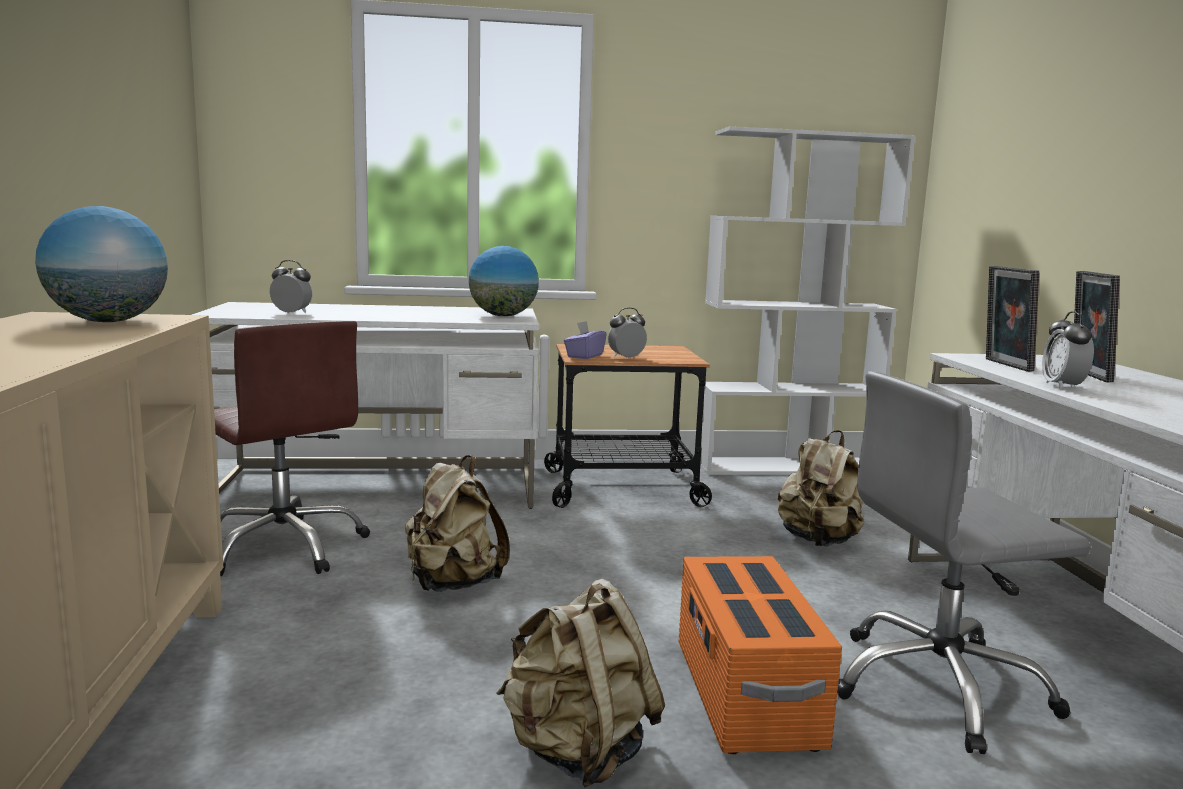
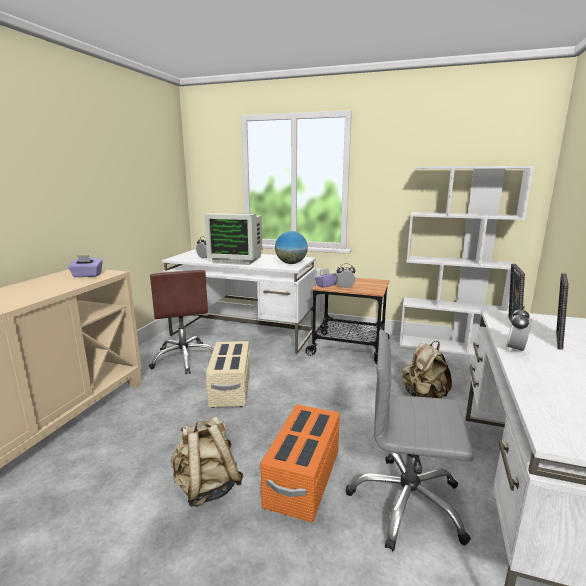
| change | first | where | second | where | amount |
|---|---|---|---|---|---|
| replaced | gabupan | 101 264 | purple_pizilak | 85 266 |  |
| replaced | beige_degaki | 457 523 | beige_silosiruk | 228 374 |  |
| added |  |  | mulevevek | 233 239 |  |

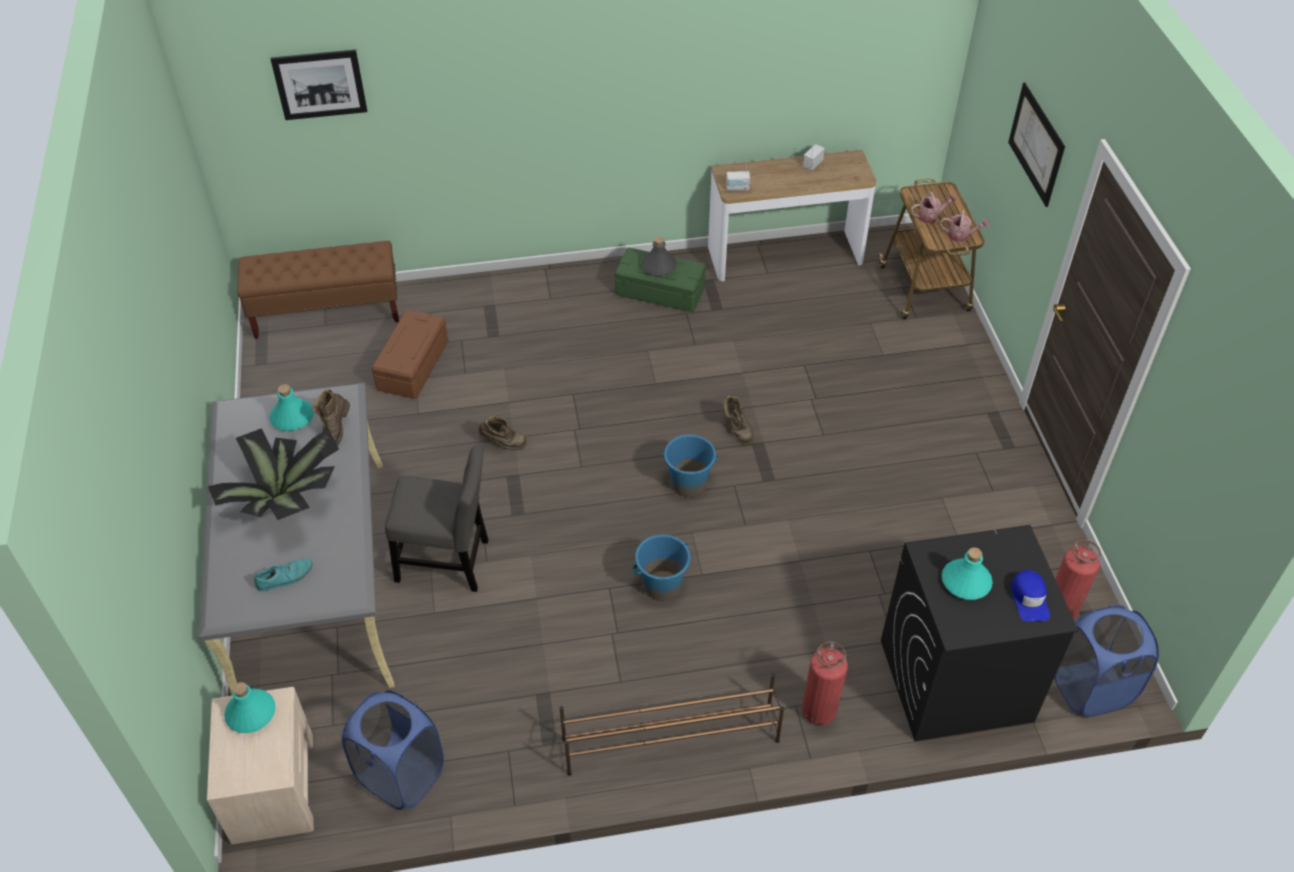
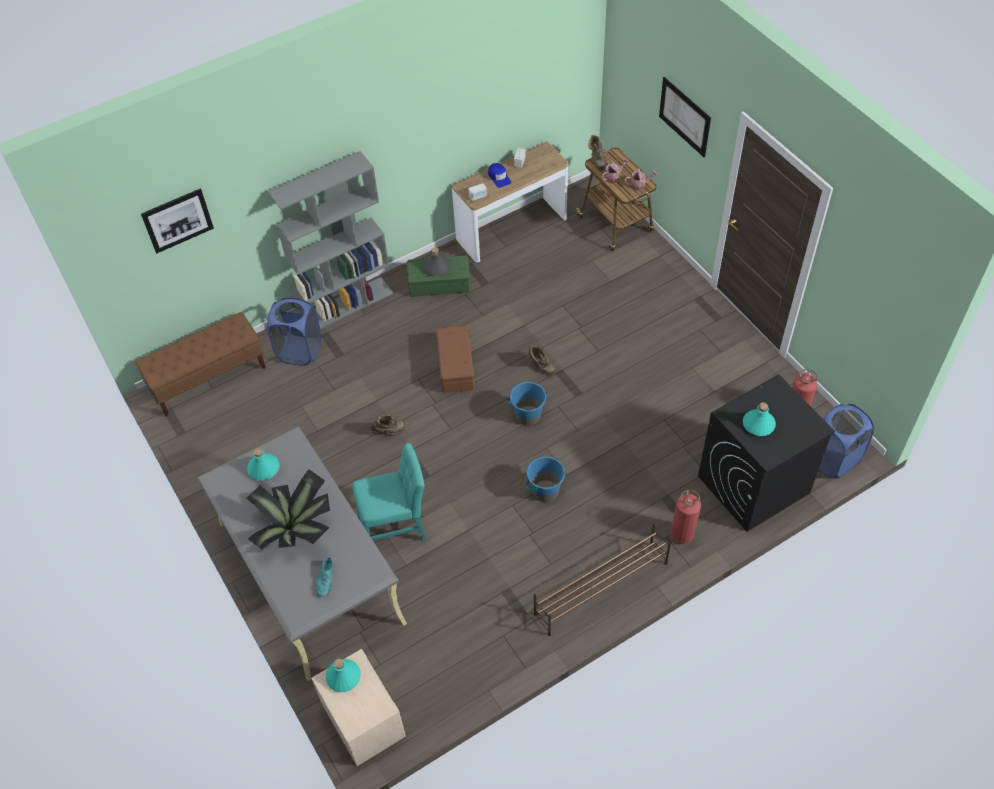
| change | first | where | second | where | amount |
|---|---|---|---|---|---|
| moved | brown_silosiruk | 410 354 |  | 455 359 |  |
| moved | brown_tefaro | 330 417 |  | 597 153 |  |
| recoloured | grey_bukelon | 436 518 | turquoise_bukelon | 389 492 |  |
| turned | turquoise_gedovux | 283 574 |  | 325 577 | 150 degrees clockwise |
| moved | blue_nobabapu | 1030 596 |  | 499 175 |  |
| moved | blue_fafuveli | 393 750 |  | 294 331 |  |
| added |  |  | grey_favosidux | 331 240 |  |

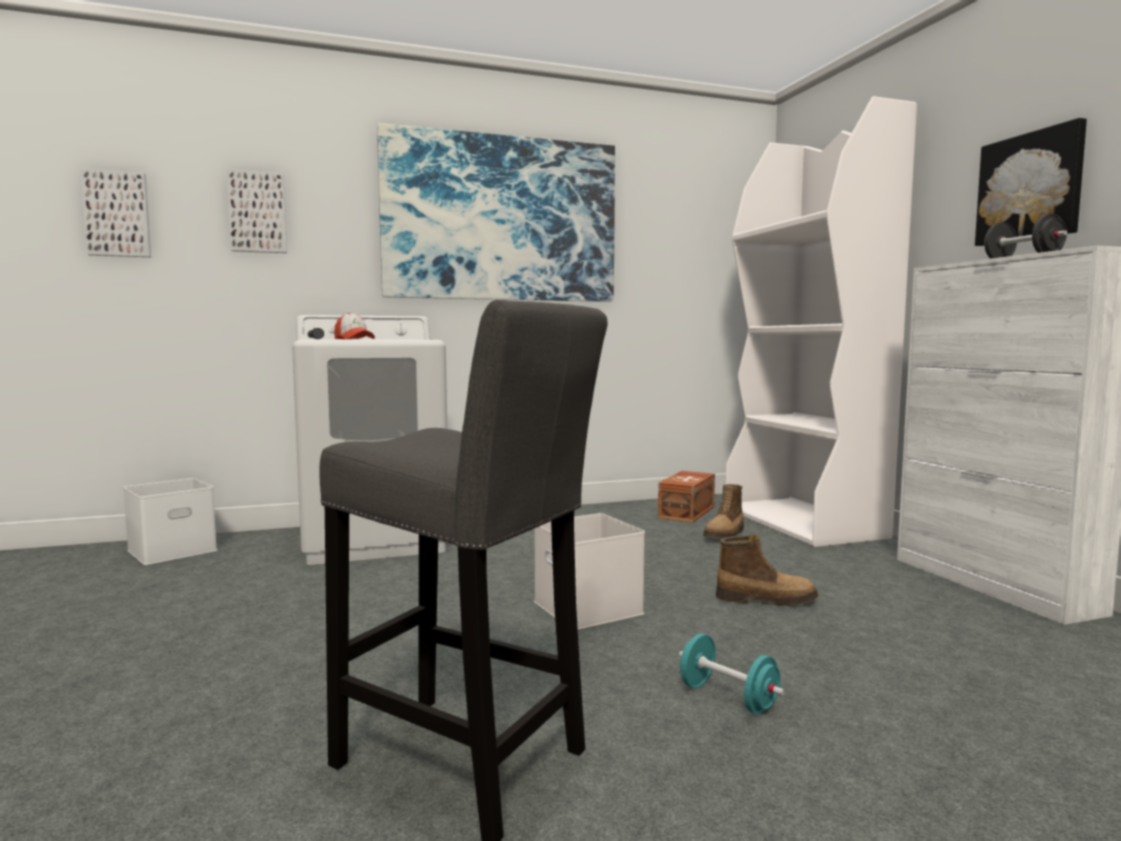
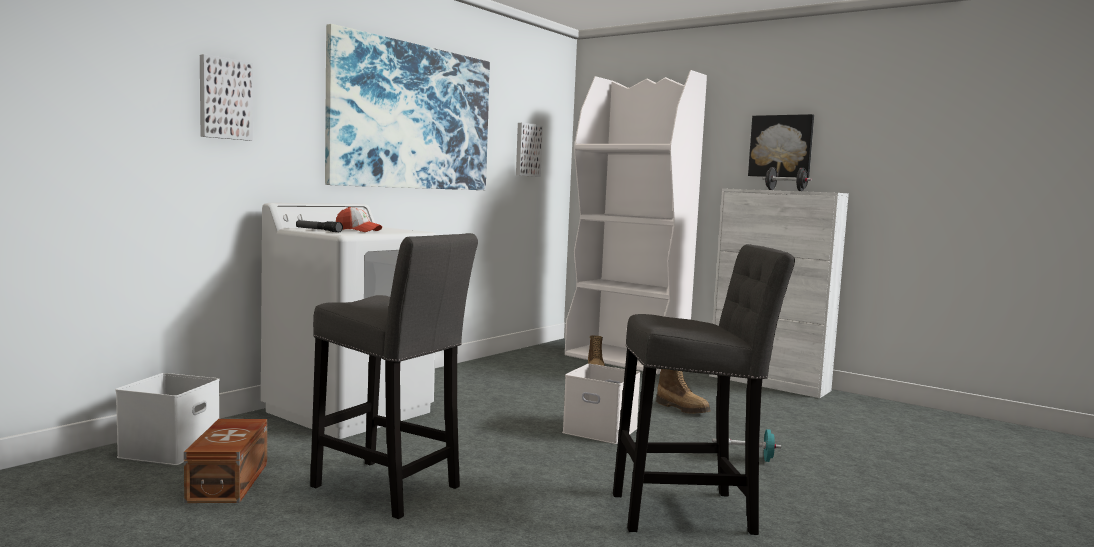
| change | first | where | second | where | amount |
|---|---|---|---|---|---|
| moved | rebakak | 116 213 |  | 529 150 |  |
| moved | brown_silosiruk | 686 497 |  | 225 461 |  |
| turned | tefaro | 767 570 |  | 683 391 | 75 degrees clockwise |
| added |  |  | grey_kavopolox | 394 376 |  |

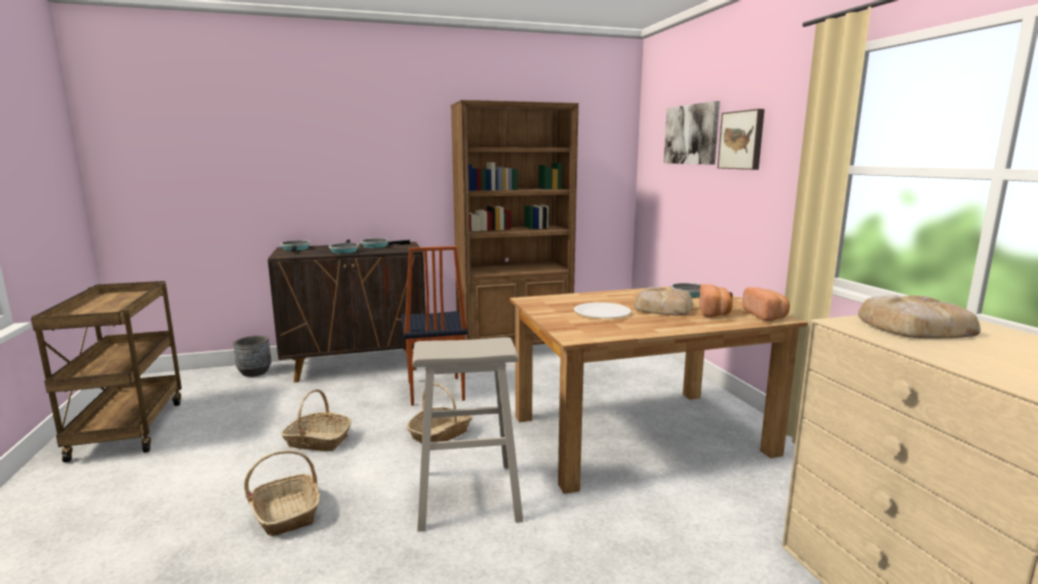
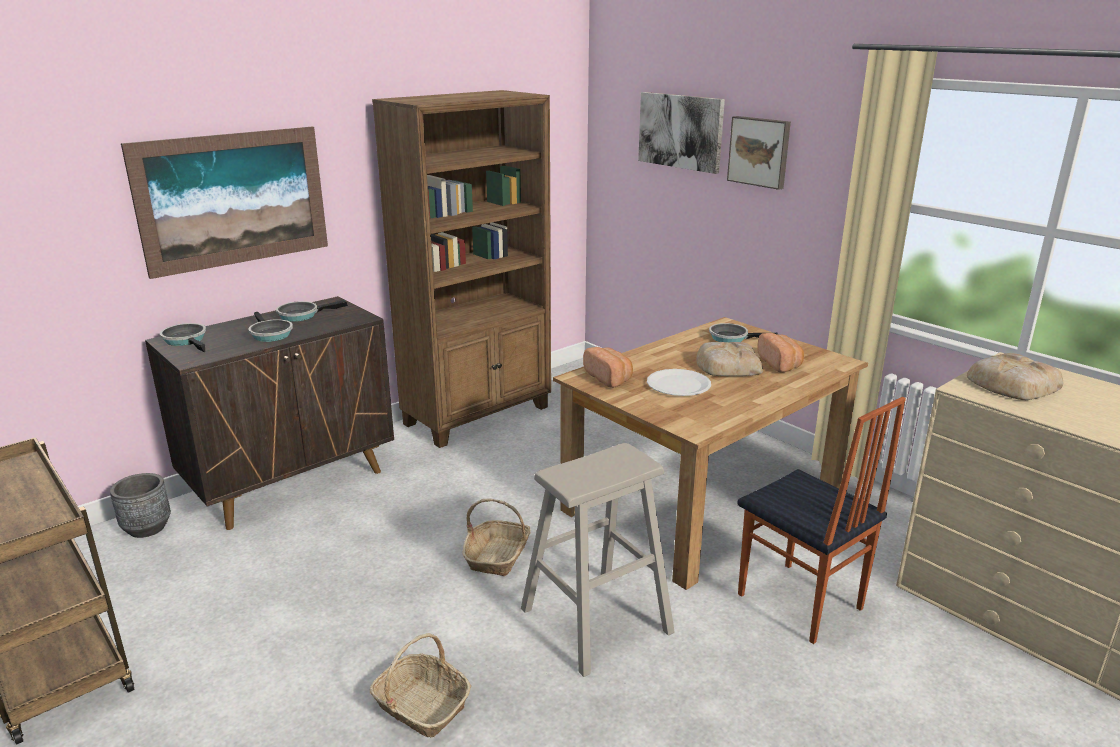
| change | first | where | second | where | amount |
|---|---|---|---|---|---|
| moved | bukelon | 434 326 |  | 821 520 |  |
| moved | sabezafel | 766 304 |  | 608 367 |  |
| removed | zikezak | 316 420 |  |  |  |
| added |  |  | rebakak | 224 203 |  |

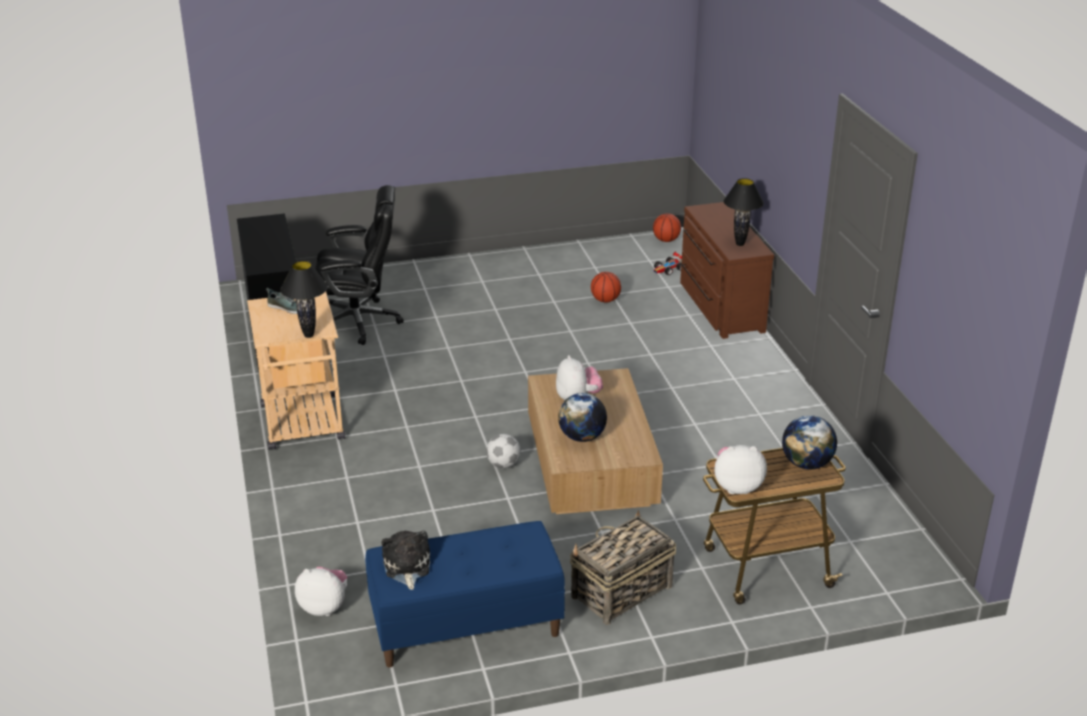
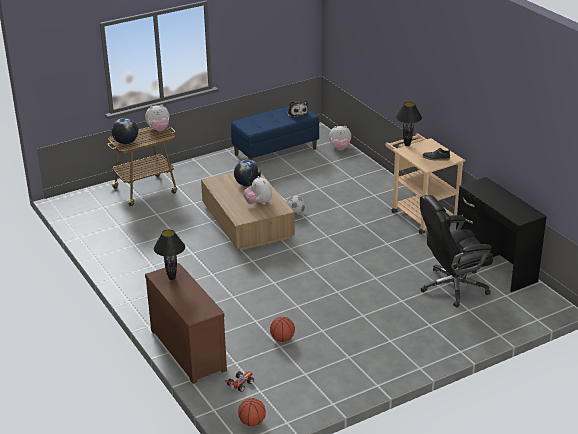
| change | first | where | second | where | amount |
|---|---|---|---|---|---|
| removed | zikezak | 623 567 |  |  |  |

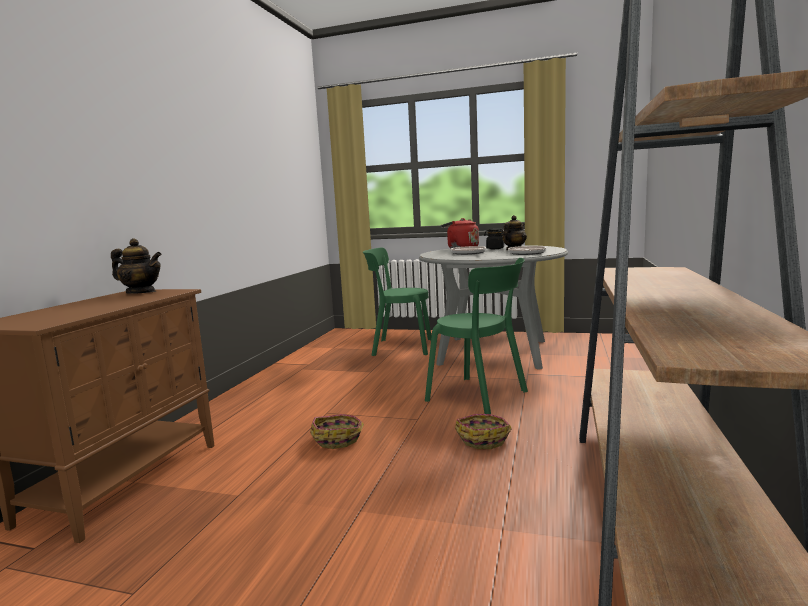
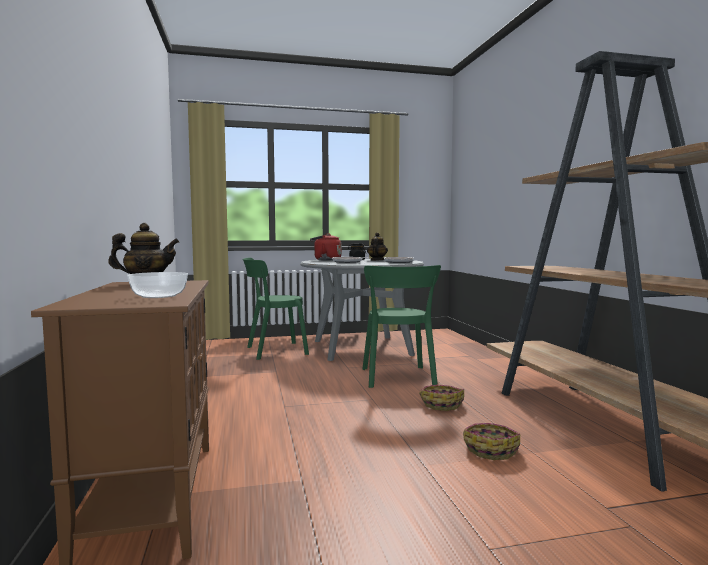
| change | first | where | second | where | amount |
|---|---|---|---|---|---|
| turned | green_bukelon | 476 336 |  | 401 326 | 75 degrees clockwise |
| moved | zikezak | 337 431 |  | 491 441 |  |
| added |  |  | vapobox | 157 285 |  |

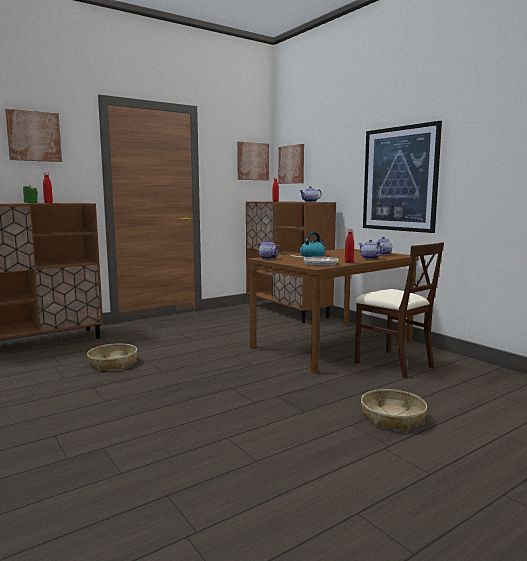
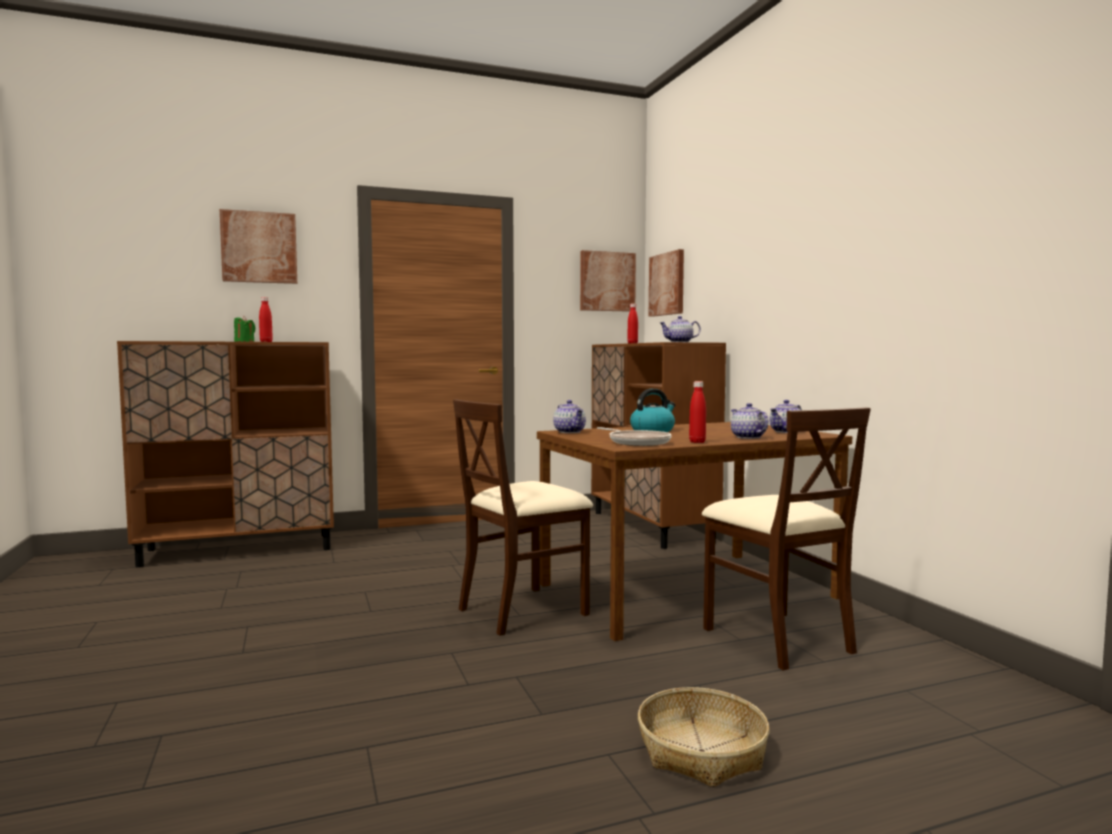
| change | first | where | second | where | amount |
|---|---|---|---|---|---|
| removed | rebakak | 402 177 |  |  |  |
| removed | zikezak | 112 357 |  |  |  |
| added |  |  | beige_bukelon | 523 517 |  |

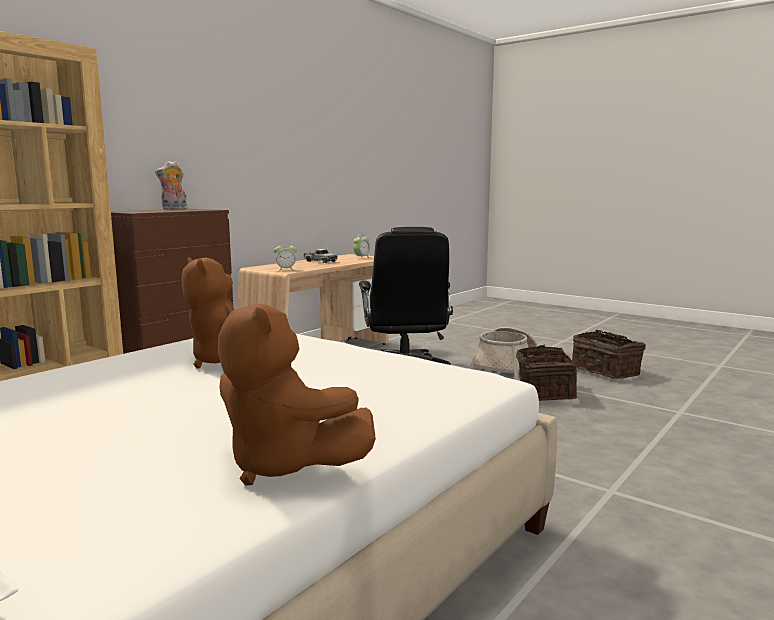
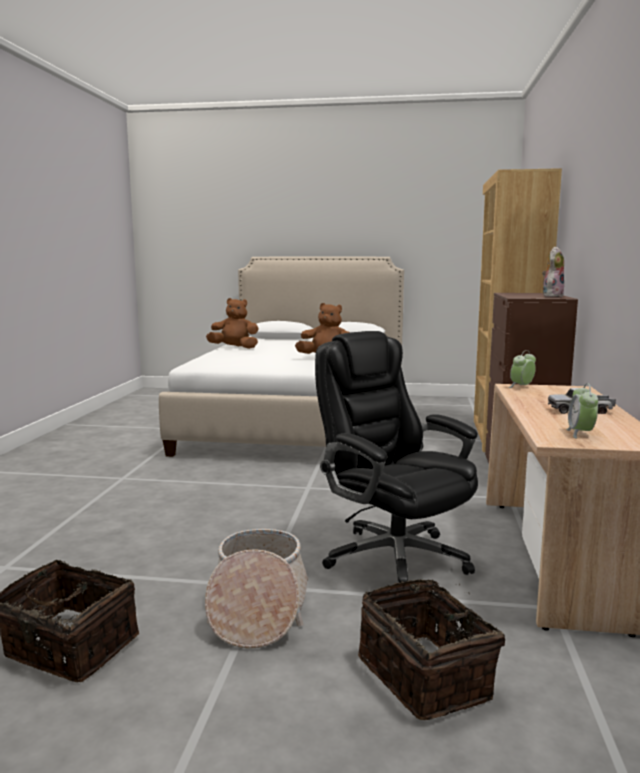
| change | first | where | second | where | amount |
|---|---|---|---|---|---|
| moved | zikezak | 543 373 |  | 431 649 |  |

